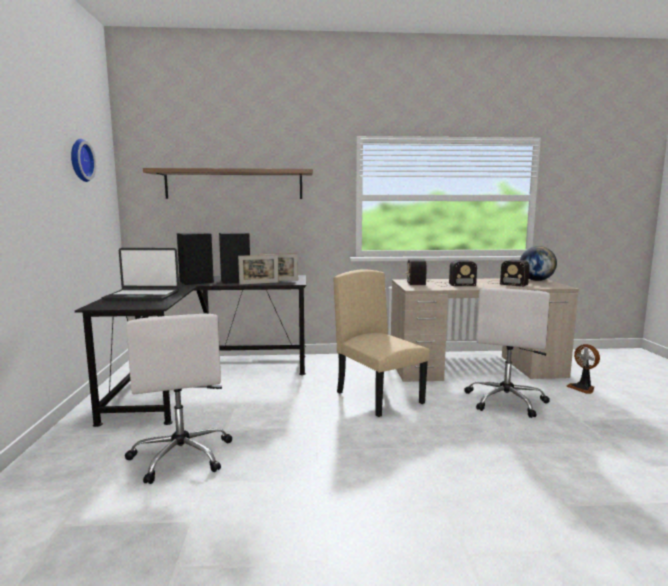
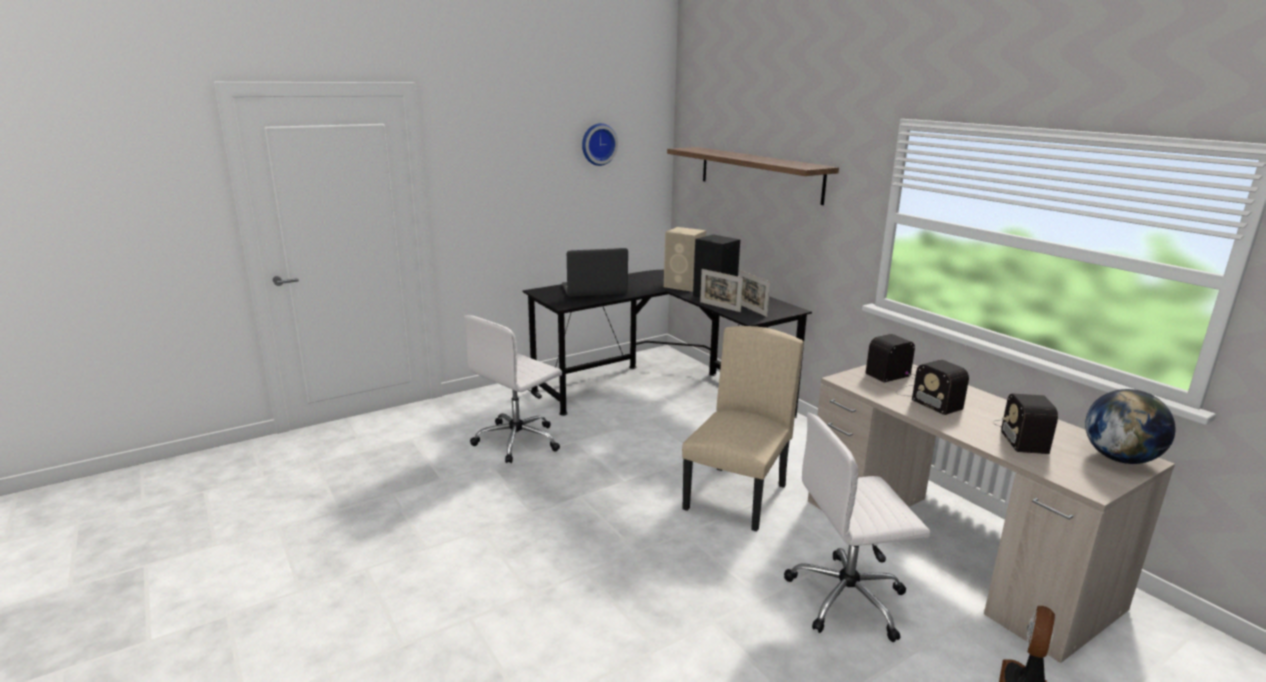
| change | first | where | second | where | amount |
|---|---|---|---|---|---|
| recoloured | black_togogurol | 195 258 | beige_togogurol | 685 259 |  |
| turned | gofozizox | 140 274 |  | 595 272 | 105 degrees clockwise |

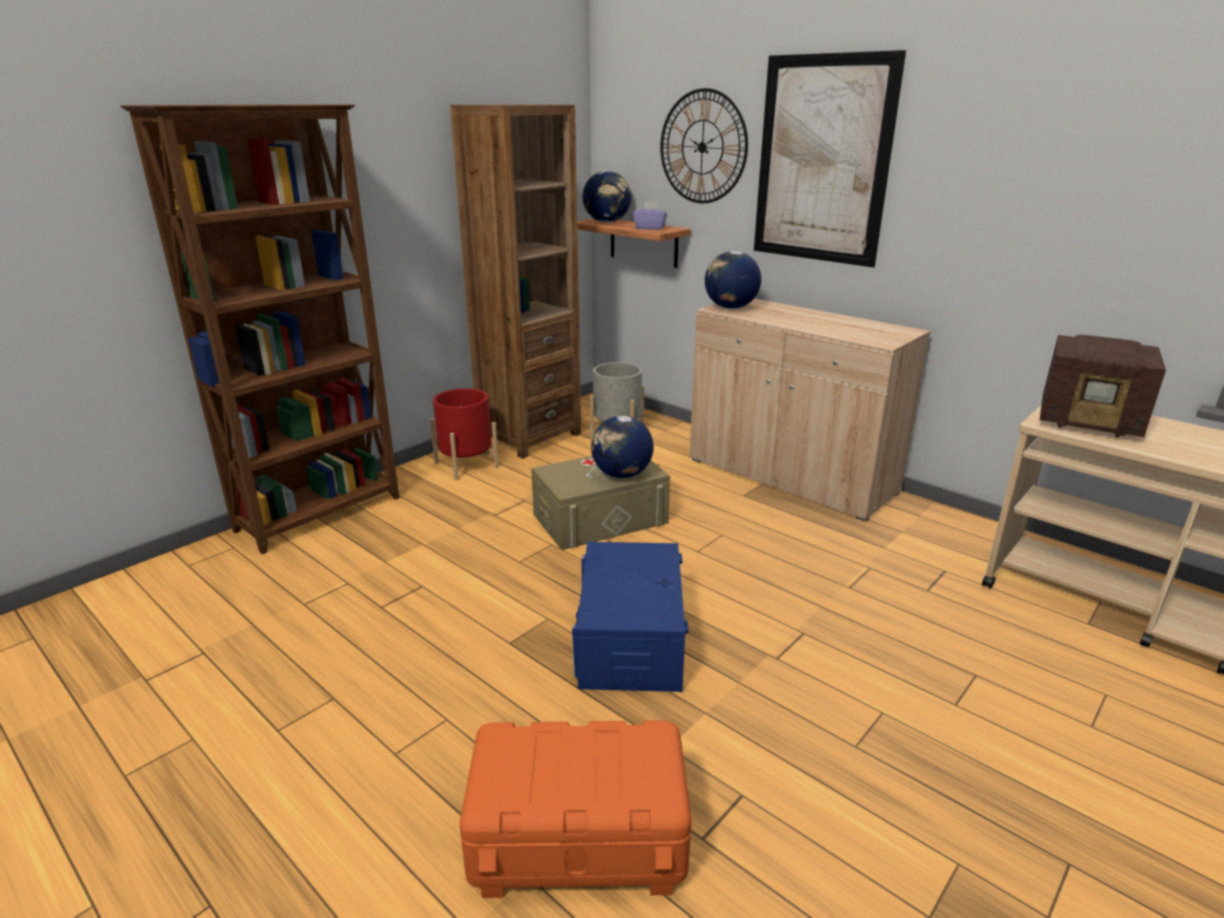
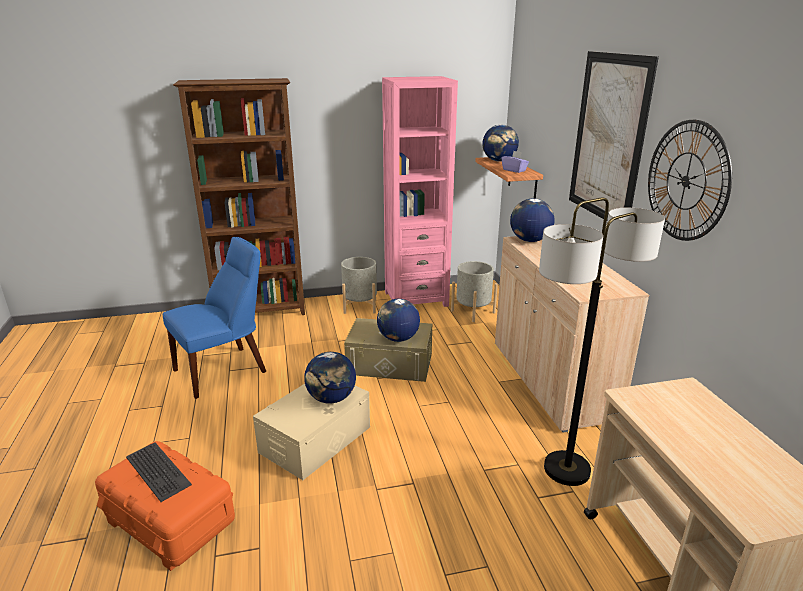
| change | first | where | second | where | amount |
|---|---|---|---|---|---|
| moved | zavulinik | 704 145 |  | 690 180 |  |
| recoloured | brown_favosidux | 515 281 | pink_favosidux | 420 191 |  |
| removed | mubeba | 1103 386 |  |  |  |
| recoloured | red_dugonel | 464 434 | grey_dugonel | 359 285 |  |
| recoloured | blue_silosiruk | 630 617 | beige_silosiruk | 311 432 |  |
| added |  |  | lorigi | 602 342 |  |
| added |  |  | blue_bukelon | 214 318 |  |
| added |  |  | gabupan | 330 378 |  |
| added |  |  | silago | 159 472 |  |

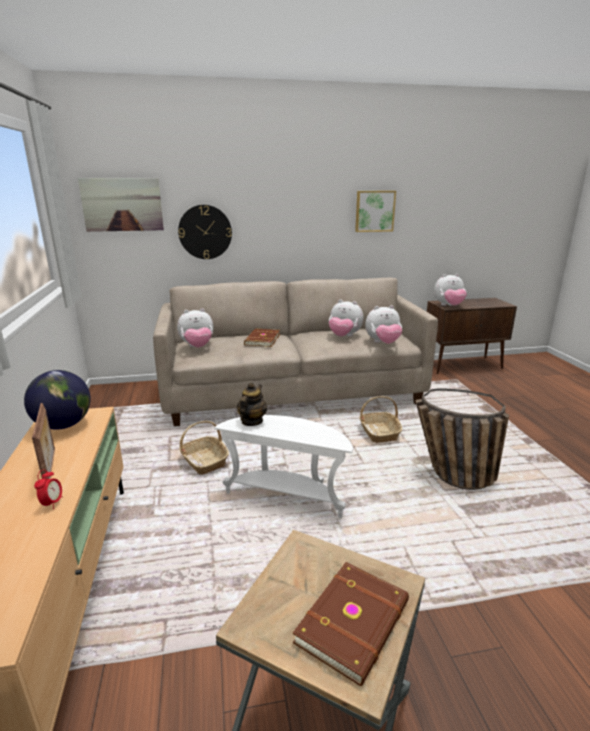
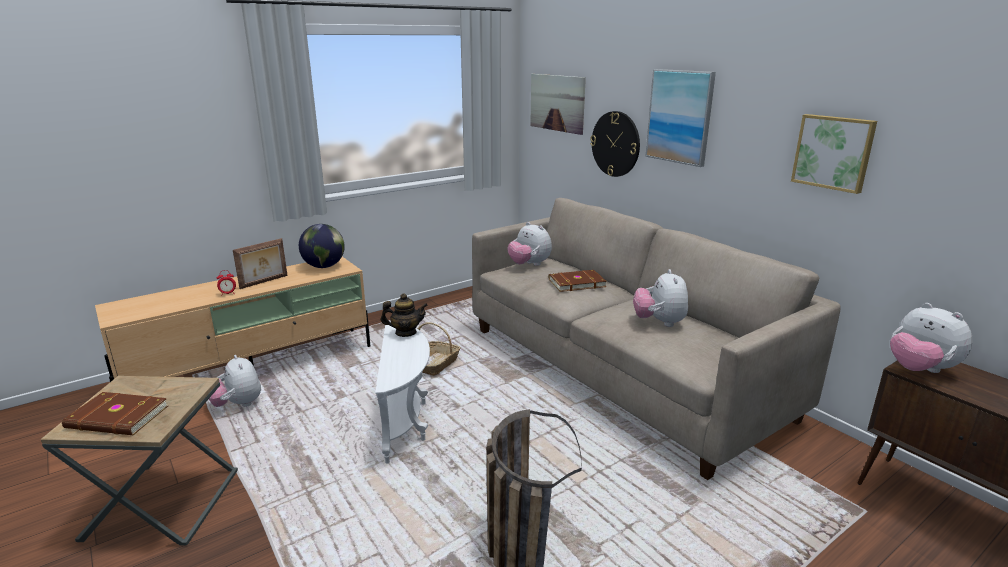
| change | first | where | second | where | amount |
|---|---|---|---|---|---|
| moved | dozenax | 383 324 |  | 235 381 |  |
| removed | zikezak | 380 419 |  |  |  |
| added |  |  | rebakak | 680 118 |  |

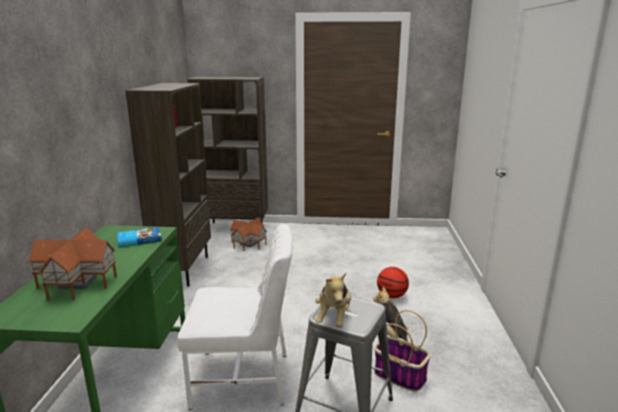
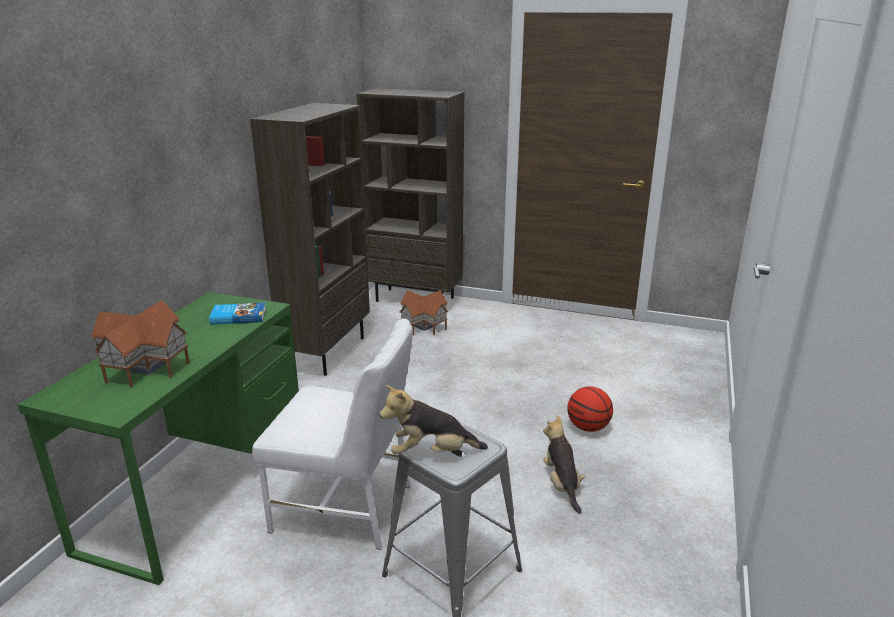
| change | first | where | second | where | amount |
|---|---|---|---|---|---|
| turned | dozenax | 333 300 |  | 433 419 | 60 degrees clockwise |
| removed | zikezak | 402 351 |  |  |  |

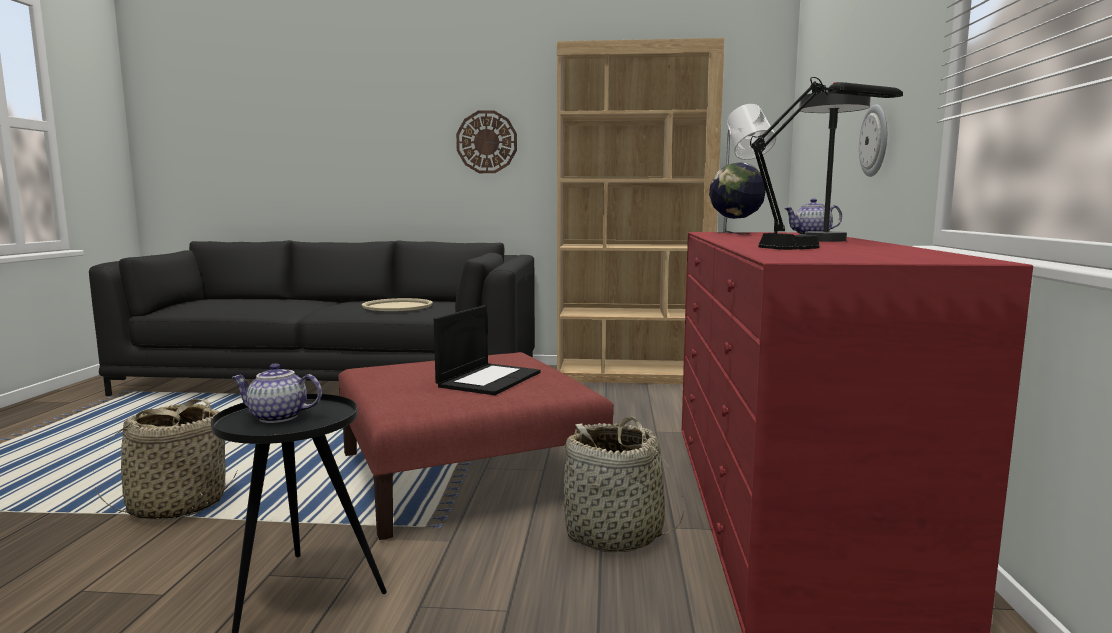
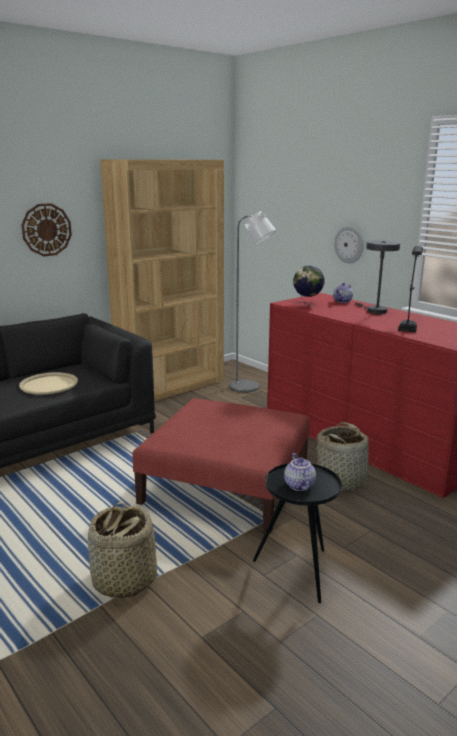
| change | first | where | second | where | amount |
|---|---|---|---|---|---|
| removed | gofozizox | 487 350 |  |  |  |
| turned | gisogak | 276 393 |  | 300 472 | 120 degrees clockwise |

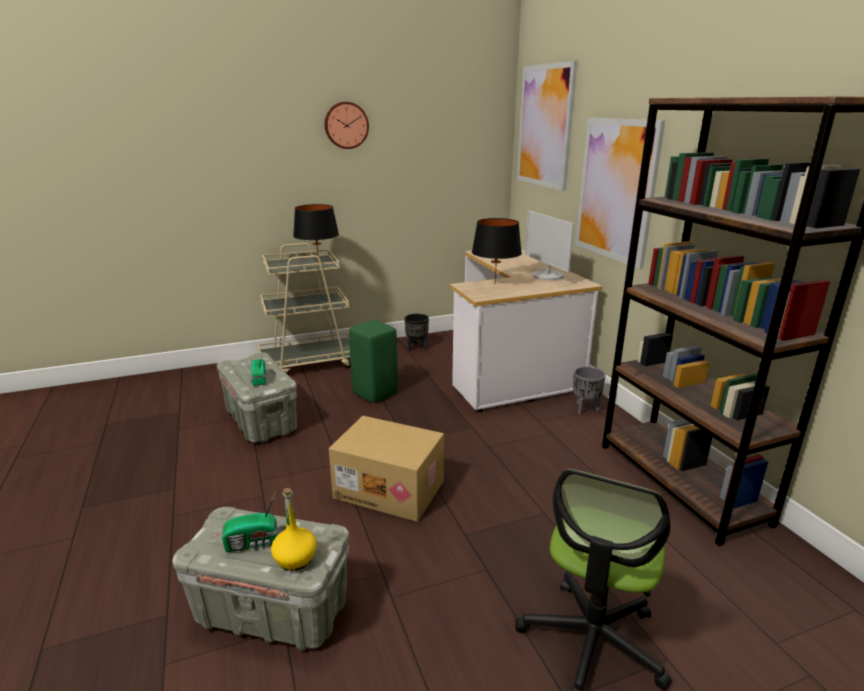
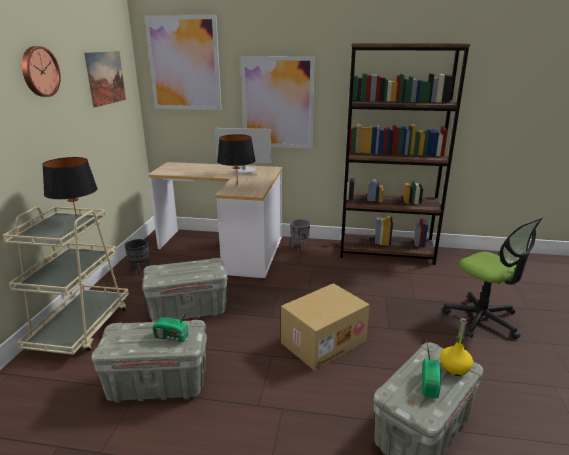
| change | first | where | second | where | amount |
|---|---|---|---|---|---|
| replaced | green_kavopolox | 373 361 | grey_silosiruk | 185 290 |  |
| added |  |  | rebakak | 105 79 |  |

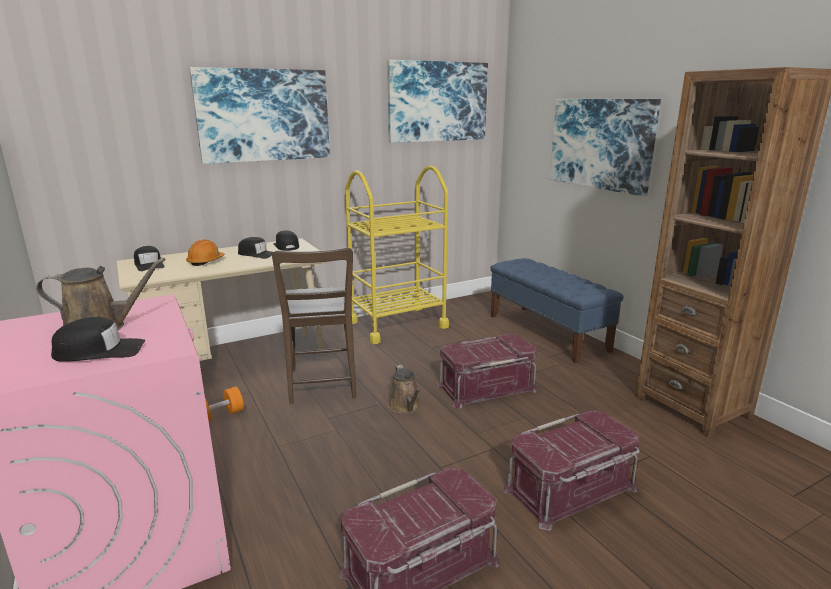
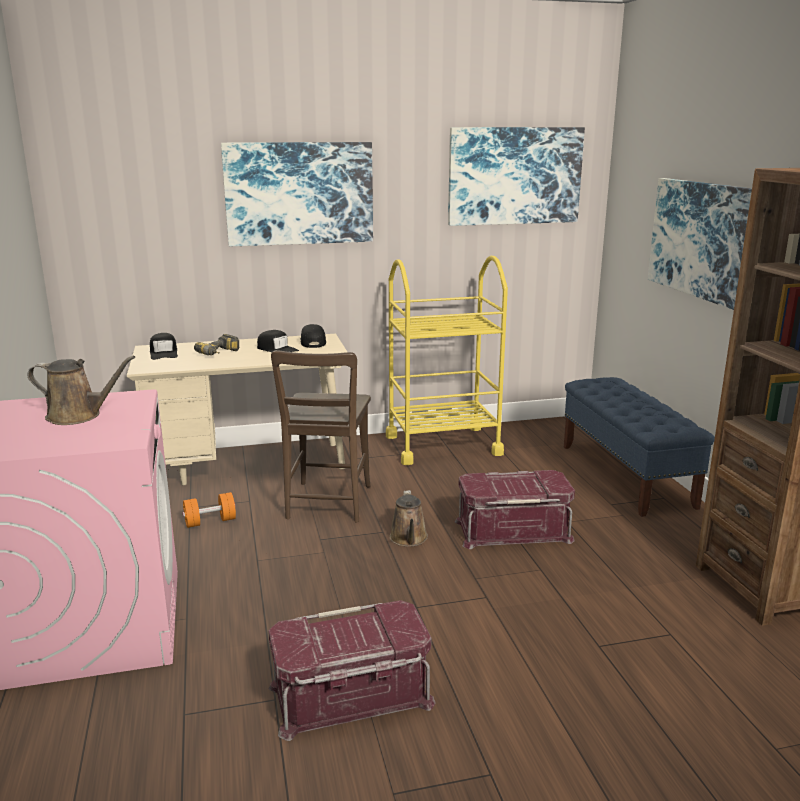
| change | first | where | second | where | amount |
|---|---|---|---|---|---|
| replaced | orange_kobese | 205 253 | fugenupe | 216 344 |  |
| removed | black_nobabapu | 98 339 |  |  |  |
| removed | red_silosiruk | 571 470 |  |  |  |

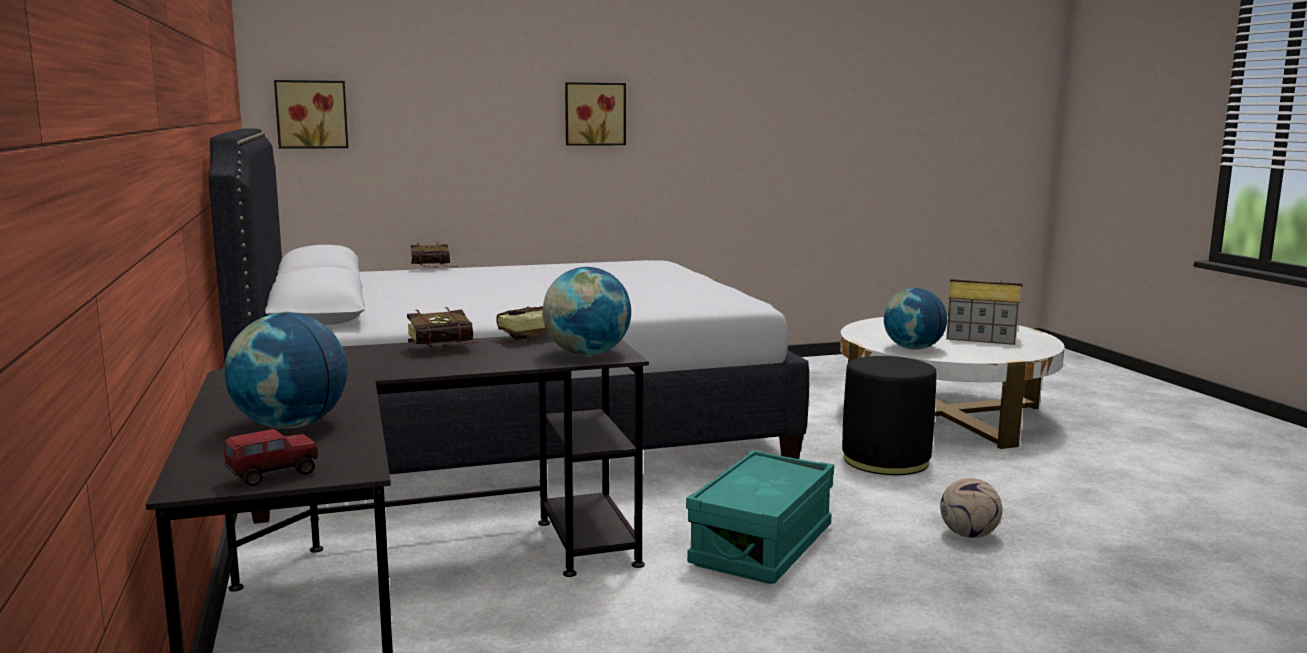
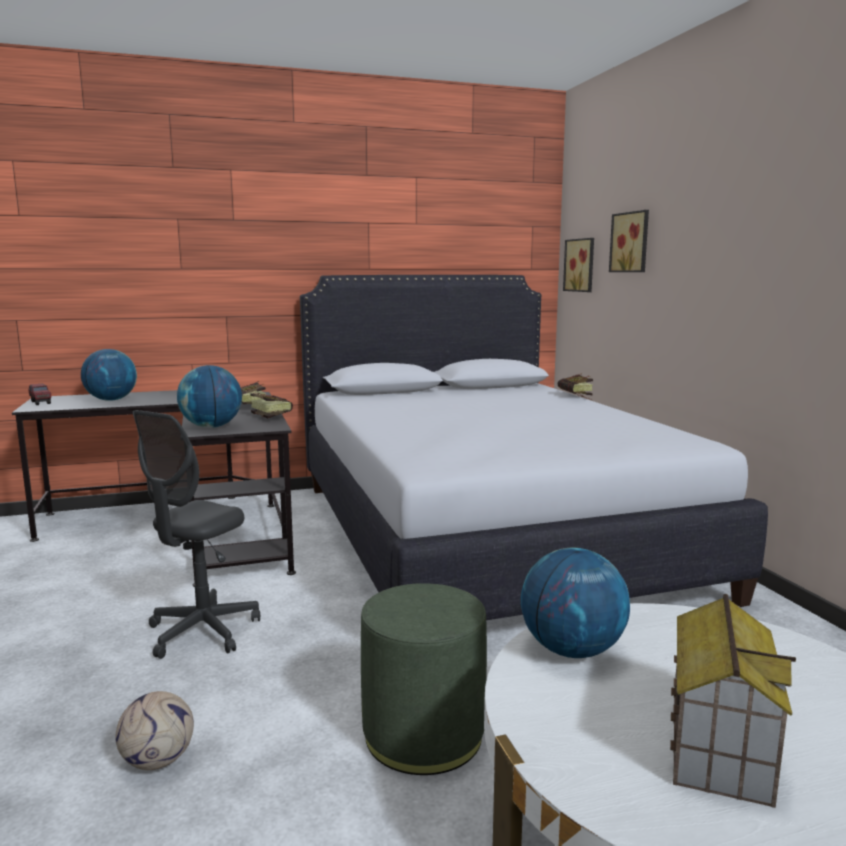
| change | first | where | second | where | amount |
|---|---|---|---|---|---|
| moved | rebakak | 595 114 |  | 629 241 |  |
| recoloured | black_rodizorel | 889 415 | green_rodizorel | 424 679 |  |
| replaced | turquoise_silosiruk | 760 517 | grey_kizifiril | 196 534 |  |

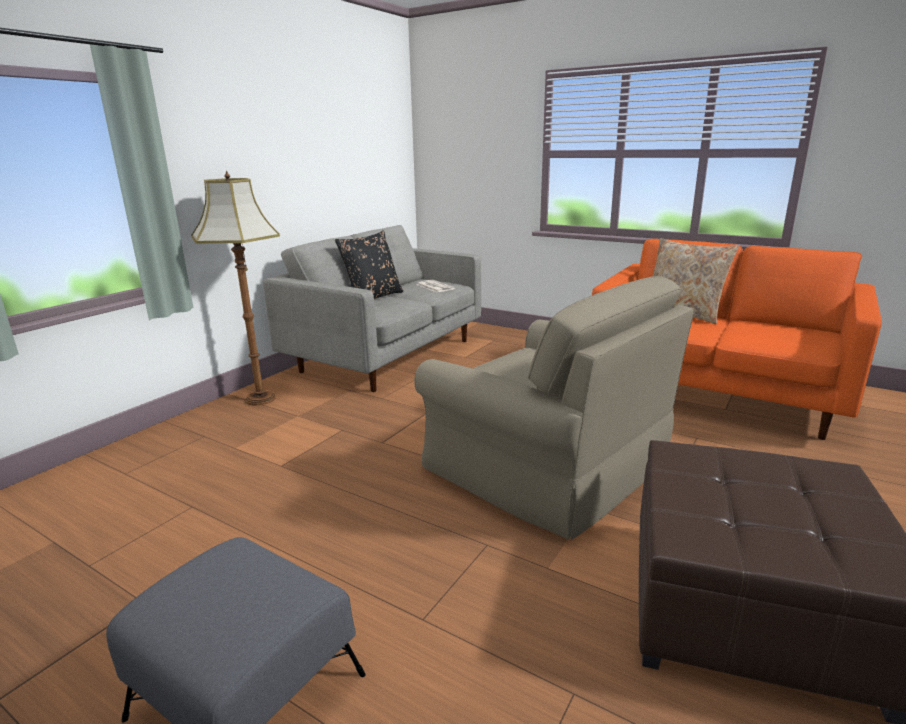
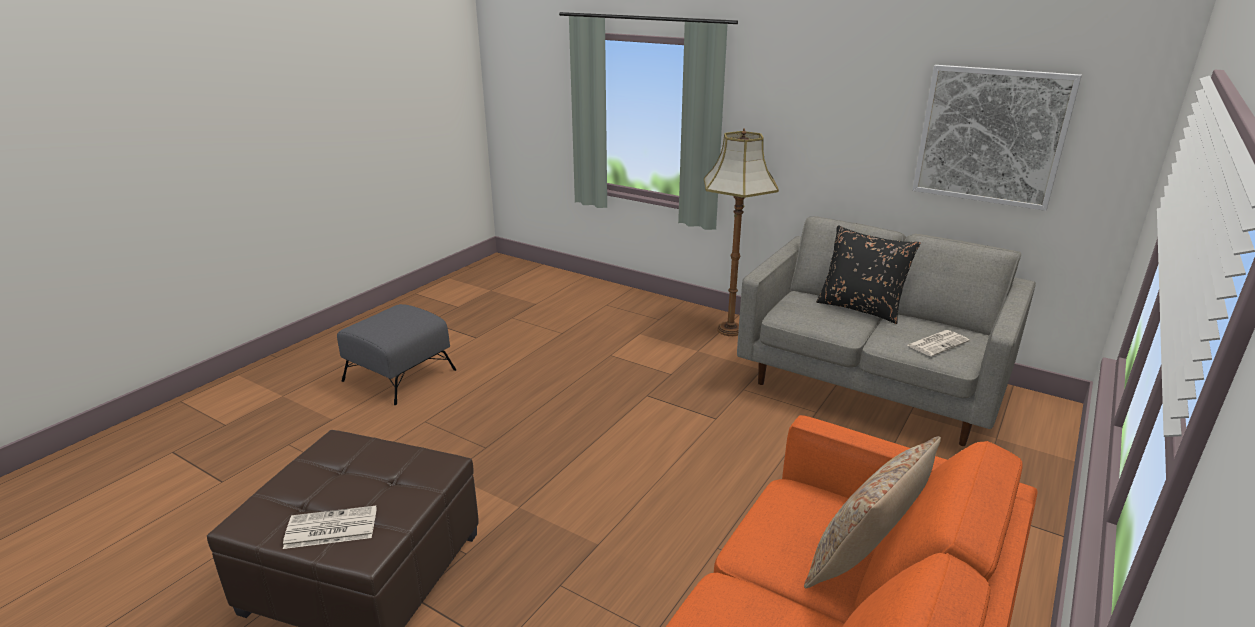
| change | first | where | second | where | amount |
|---|---|---|---|---|---|
| removed | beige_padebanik | 554 408 |  |  |  |
| added |  |  | rebakak | 997 138 |  |
| added |  |  | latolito | 330 527 |  |

